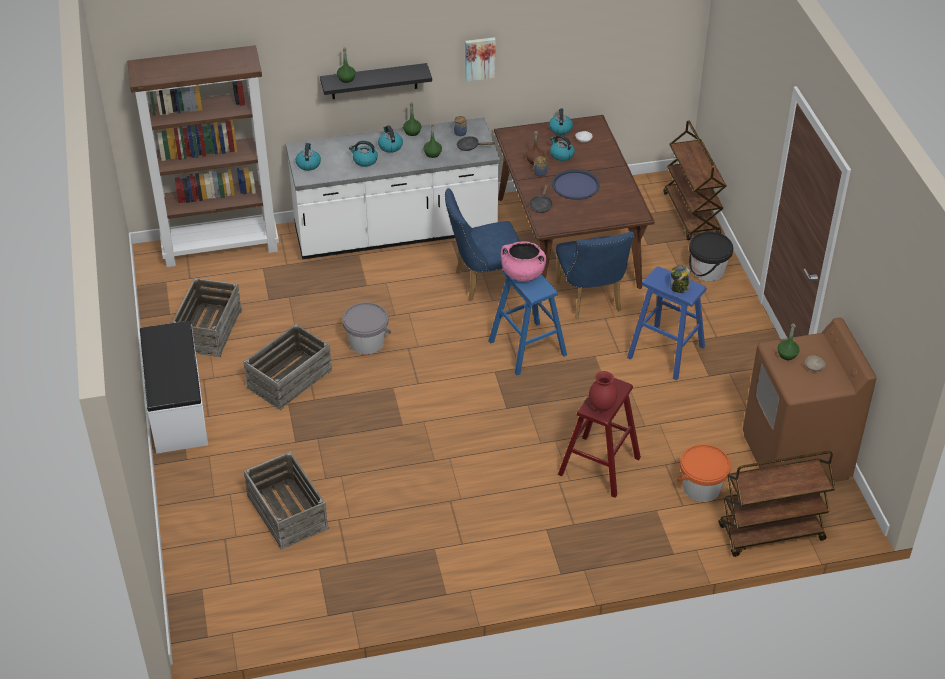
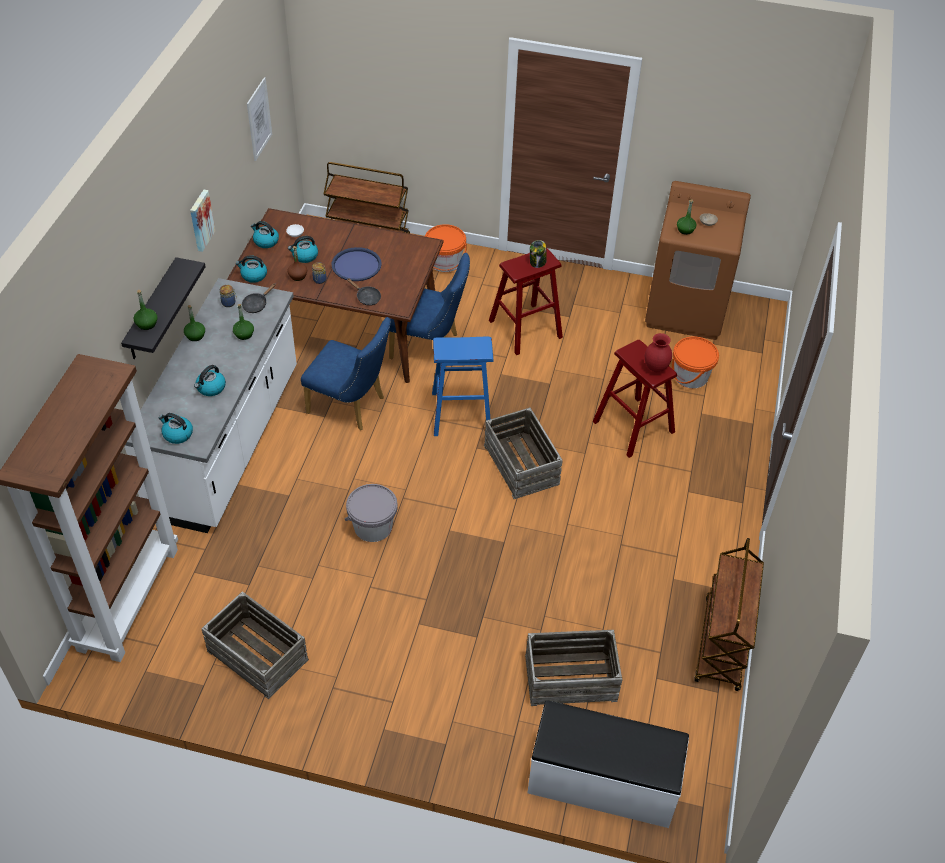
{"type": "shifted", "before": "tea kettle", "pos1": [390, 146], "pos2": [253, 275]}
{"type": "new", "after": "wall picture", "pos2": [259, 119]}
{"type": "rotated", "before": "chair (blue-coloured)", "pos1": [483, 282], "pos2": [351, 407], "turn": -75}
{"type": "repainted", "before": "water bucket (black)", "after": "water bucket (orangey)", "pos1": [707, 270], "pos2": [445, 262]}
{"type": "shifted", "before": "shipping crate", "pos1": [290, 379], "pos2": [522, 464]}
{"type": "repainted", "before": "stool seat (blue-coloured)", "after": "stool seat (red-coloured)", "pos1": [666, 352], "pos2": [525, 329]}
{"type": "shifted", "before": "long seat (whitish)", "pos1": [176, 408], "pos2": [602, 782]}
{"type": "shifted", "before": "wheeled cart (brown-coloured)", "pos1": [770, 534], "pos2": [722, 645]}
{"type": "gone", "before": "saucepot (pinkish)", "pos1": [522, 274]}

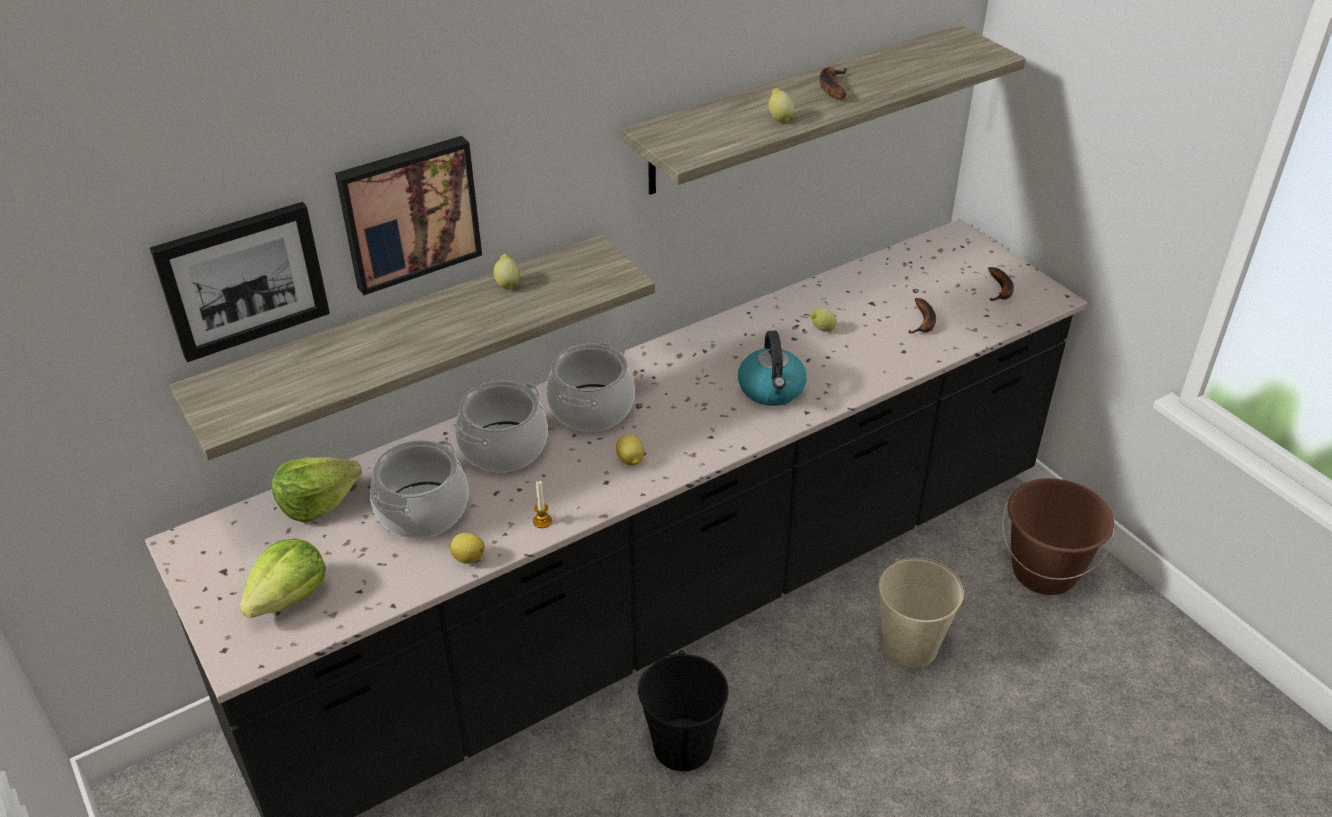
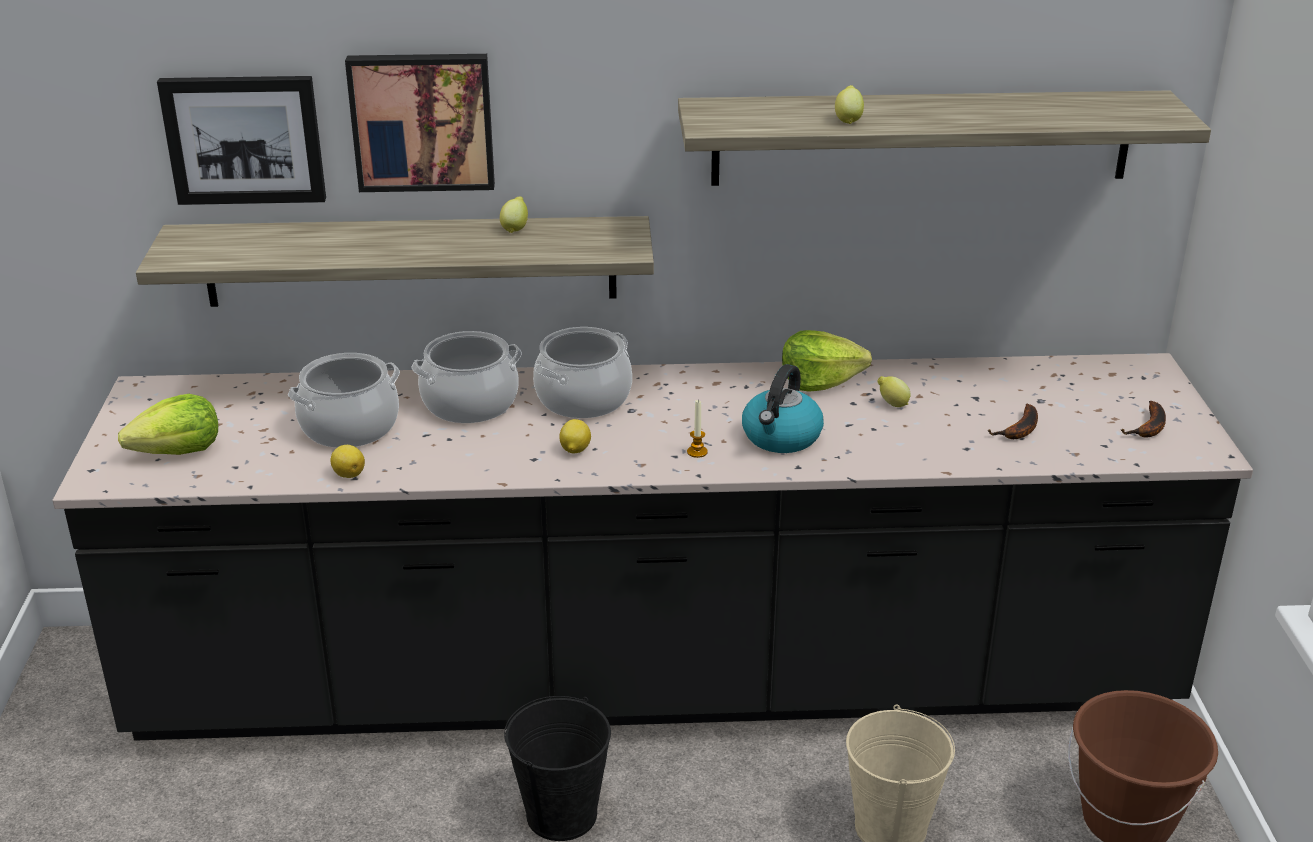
{"type": "shifted", "before": "candle", "pos1": [542, 521], "pos2": [697, 452]}
{"type": "shifted", "before": "head of lettuce", "pos1": [317, 502], "pos2": [819, 381]}
{"type": "gone", "before": "banana fruit", "pos1": [830, 86]}

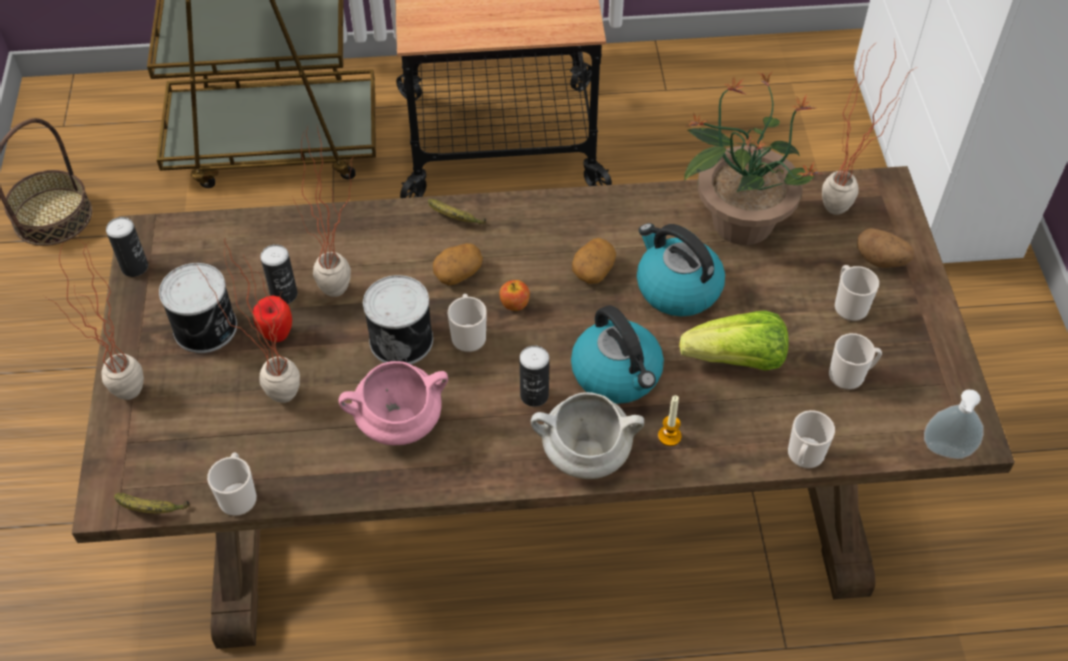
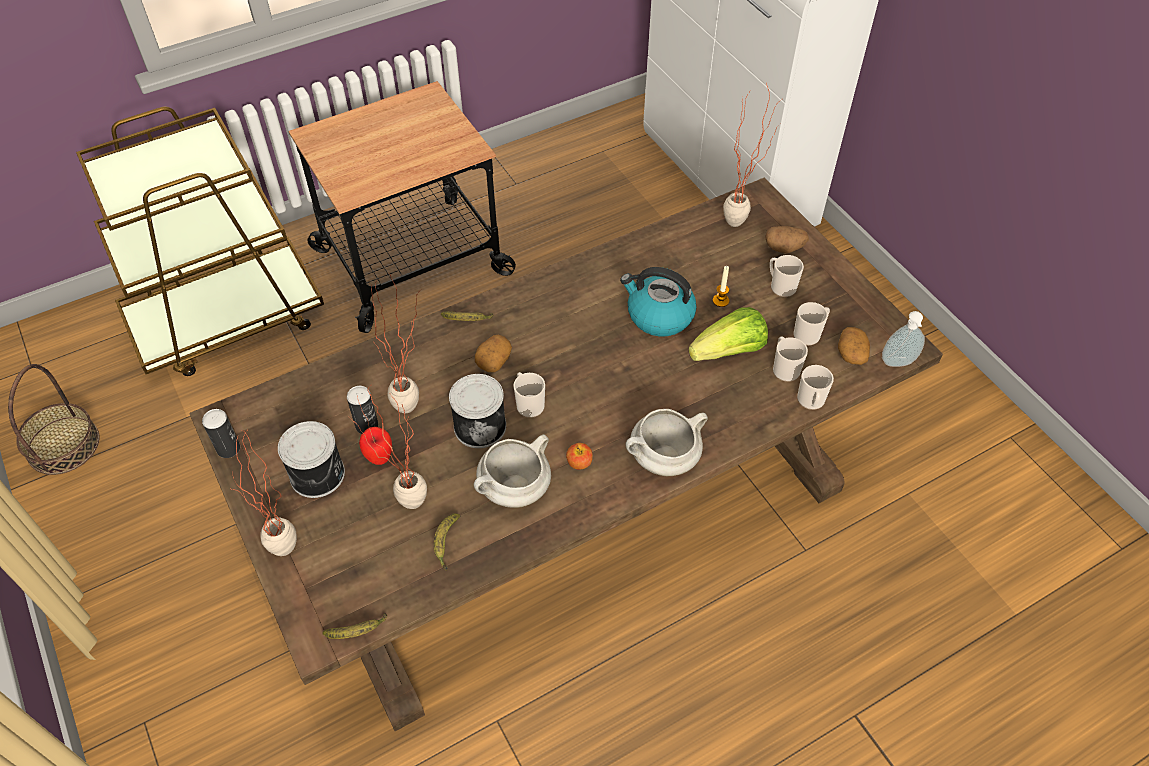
{"type": "new", "after": "banana fruit", "pos2": [446, 543]}
{"type": "repainted", "before": "saucepot (pinkish)", "after": "saucepot (whitish)", "pos1": [398, 424], "pos2": [514, 489]}
{"type": "shifted", "before": "apple fruit", "pos1": [514, 304], "pos2": [579, 463]}
{"type": "shifted", "before": "candle", "pos1": [669, 436], "pos2": [720, 301]}
{"type": "shifted", "before": "mug", "pos1": [238, 495], "pos2": [784, 368]}
{"type": "shifted", "before": "potato", "pos1": [593, 269], "pos2": [851, 353]}
{"type": "gone", "before": "sealed can", "pos1": [534, 395]}
{"type": "gone", "before": "tea kettle", "pos1": [617, 374]}
{"type": "gone", "before": "potted plant", "pos1": [741, 221]}

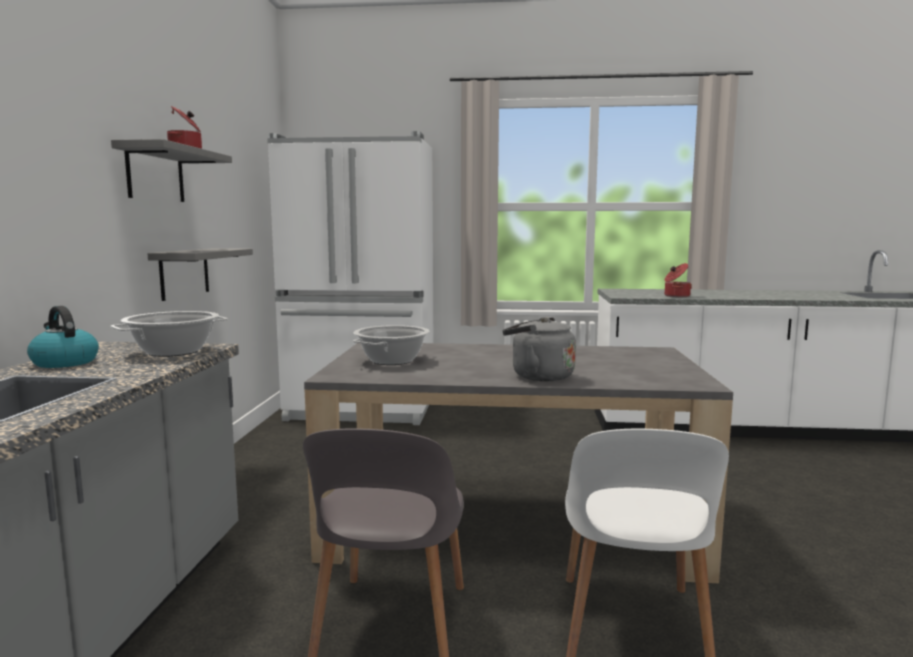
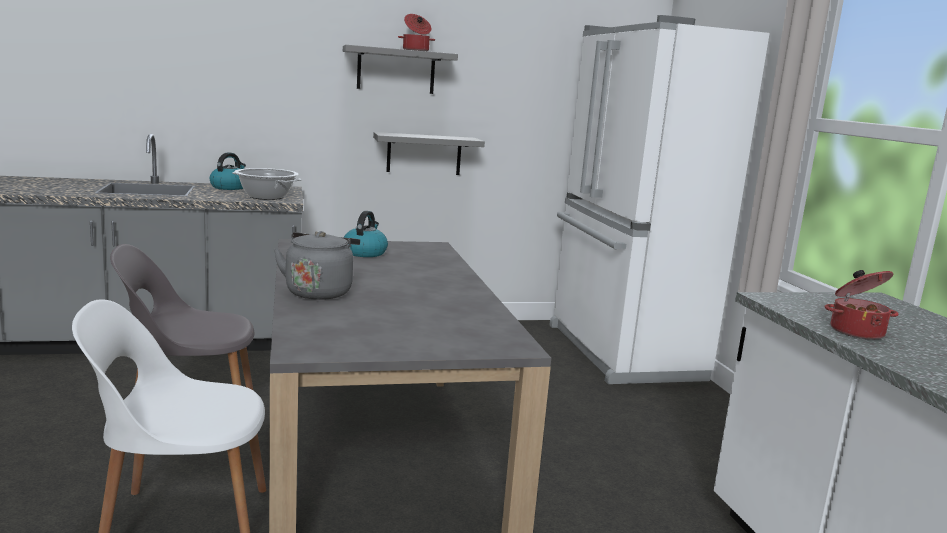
{"type": "swapped", "before": "saucepot", "after": "tea kettle", "pos1": [392, 361], "pos2": [365, 252]}

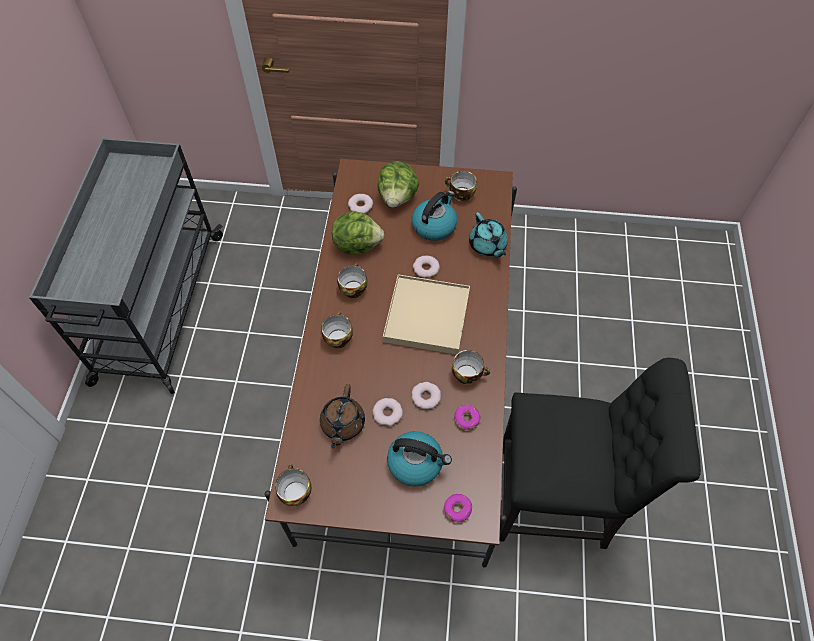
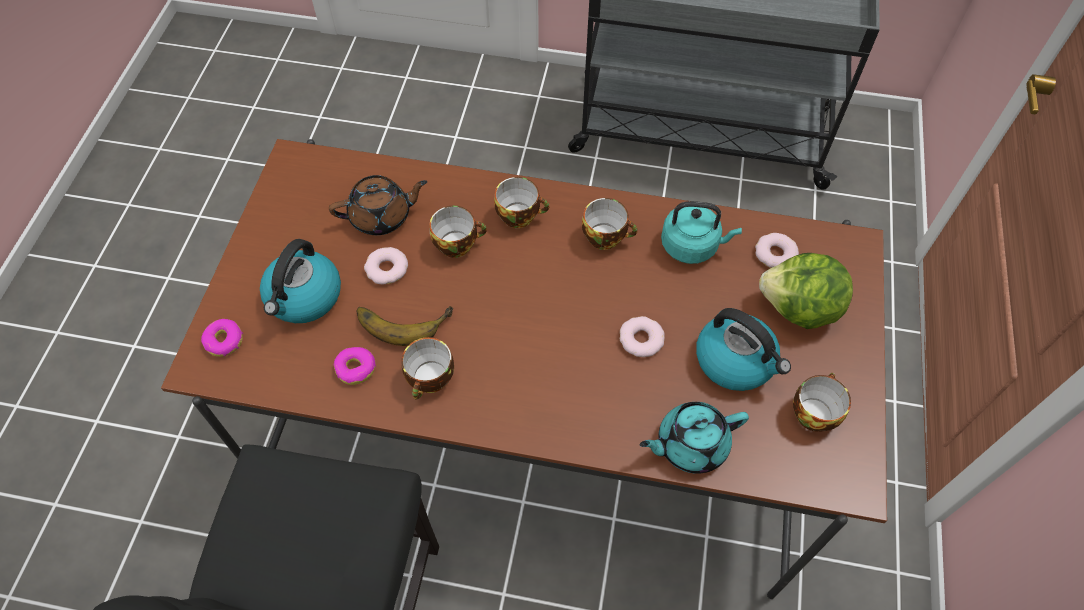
{"type": "rotated", "before": "teapot (brown-coloured)", "pos1": [342, 424], "pos2": [382, 216], "turn": 150}
{"type": "swapped", "before": "ring doughnut", "after": "banana fruit", "pos1": [425, 397], "pos2": [403, 318]}
{"type": "shifted", "before": "drinking cup", "pos1": [294, 491], "pos2": [457, 243]}
{"type": "swapped", "before": "head of lettuce", "after": "tea kettle (turquoise)", "pos1": [357, 244], "pos2": [692, 246]}
{"type": "gone", "before": "serving tray (beige-coloured)", "pos1": [426, 316]}

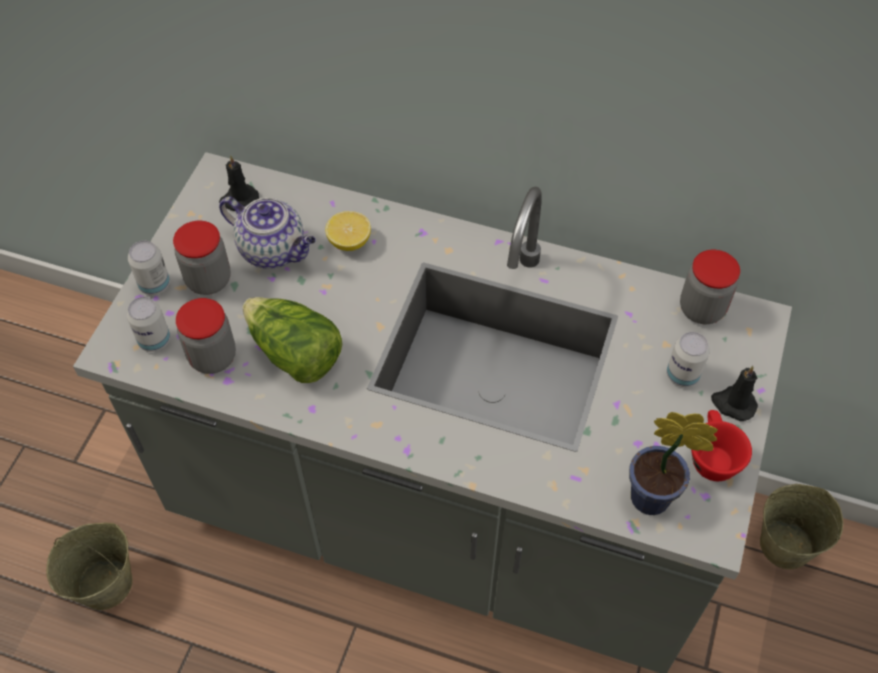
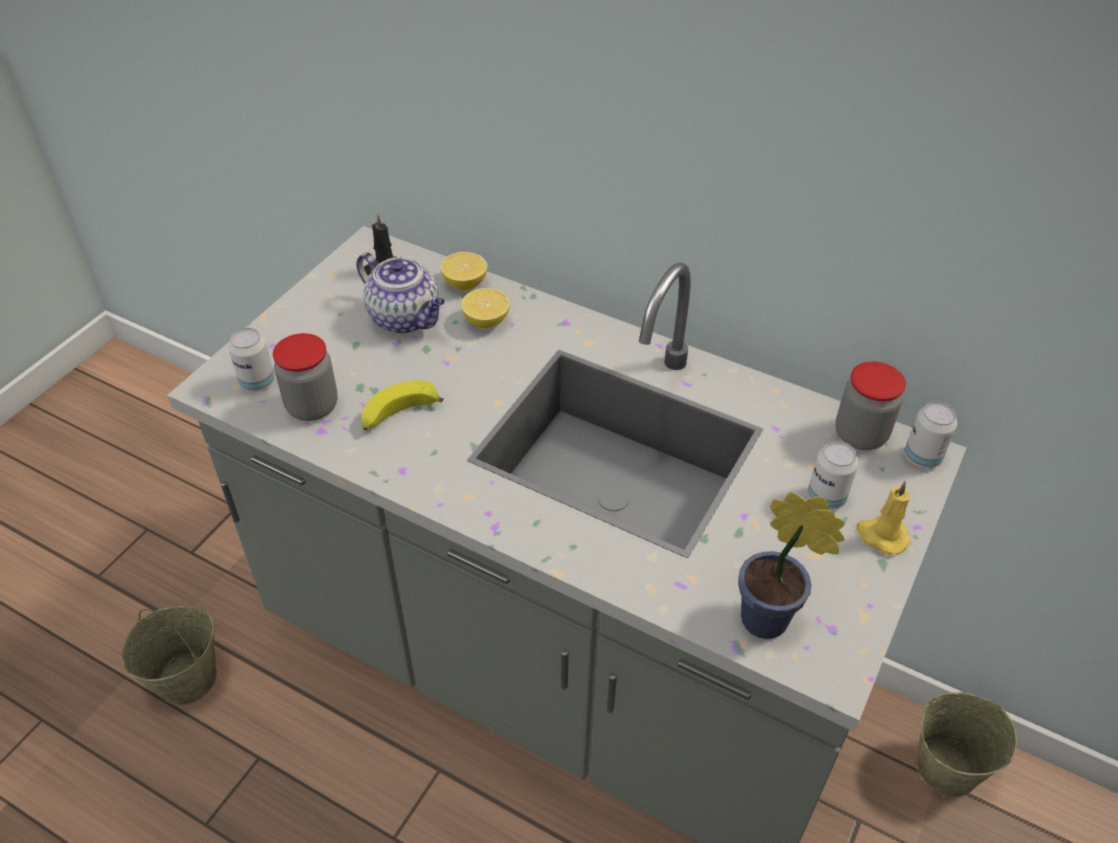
{"type": "swapped", "before": "head of lettuce", "after": "banana fruit", "pos1": [294, 353], "pos2": [399, 415]}
{"type": "new", "after": "citrus fruit", "pos2": [465, 283]}
{"type": "repainted", "before": "candle (black)", "after": "candle (yellowish)", "pos1": [733, 404], "pos2": [881, 536]}
{"type": "shifted", "before": "sealed can", "pos1": [154, 284], "pos2": [922, 457]}
{"type": "gone", "before": "storage jar", "pos1": [208, 280]}
{"type": "gone", "before": "drinking cup (red-coloured)", "pos1": [711, 456]}

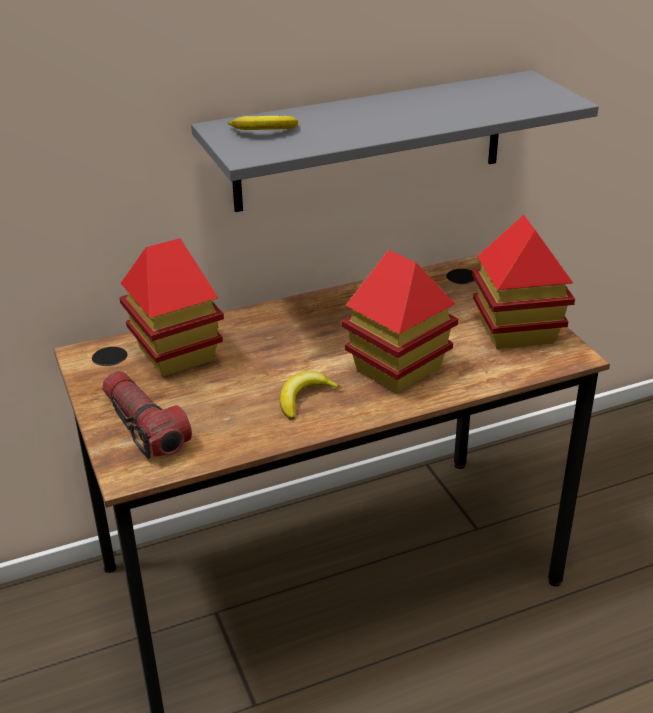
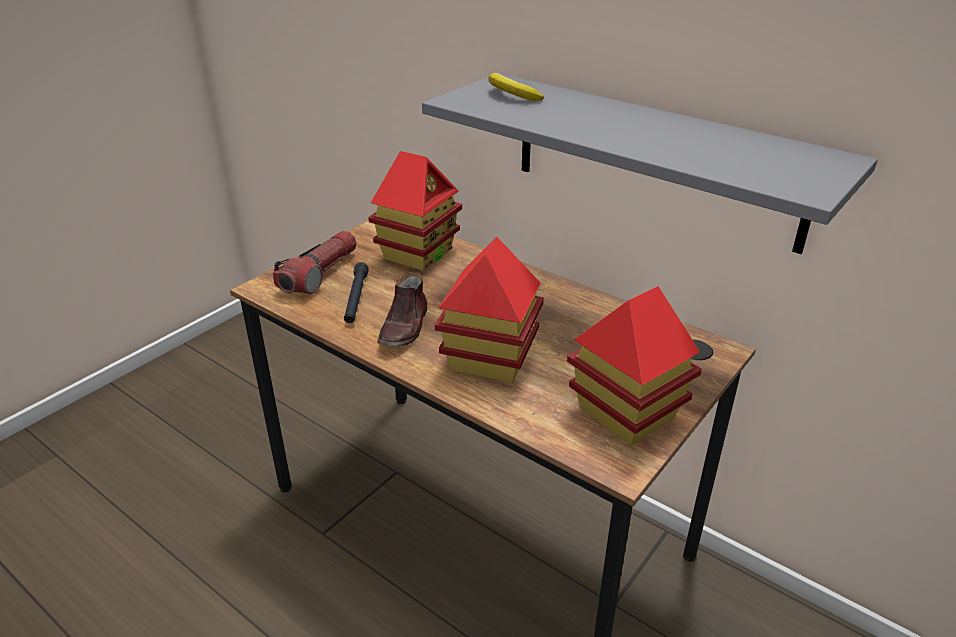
{"type": "new", "after": "hand torch (black)", "pos2": [356, 298]}
{"type": "swapped", "before": "banana fruit", "after": "item of footwear (brown-coloured)", "pos1": [304, 399], "pos2": [405, 327]}

